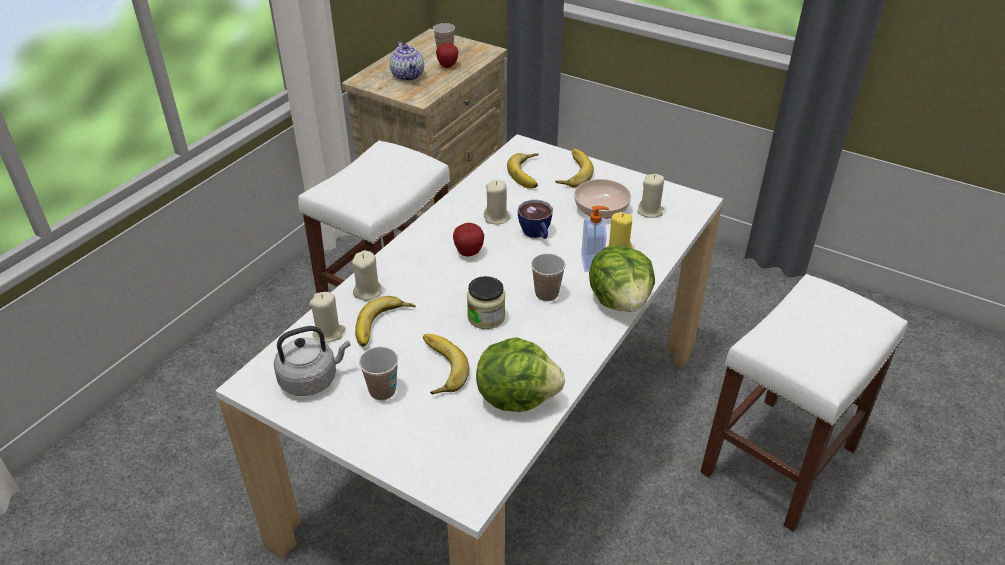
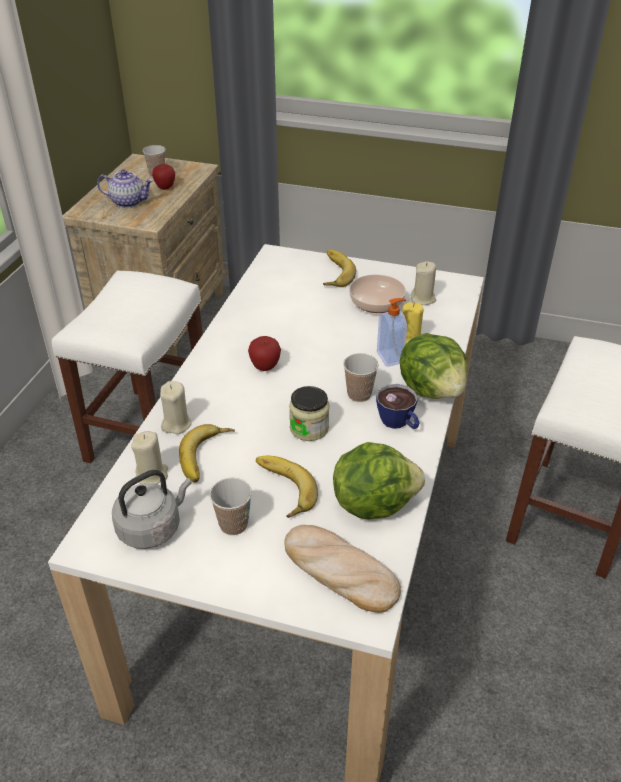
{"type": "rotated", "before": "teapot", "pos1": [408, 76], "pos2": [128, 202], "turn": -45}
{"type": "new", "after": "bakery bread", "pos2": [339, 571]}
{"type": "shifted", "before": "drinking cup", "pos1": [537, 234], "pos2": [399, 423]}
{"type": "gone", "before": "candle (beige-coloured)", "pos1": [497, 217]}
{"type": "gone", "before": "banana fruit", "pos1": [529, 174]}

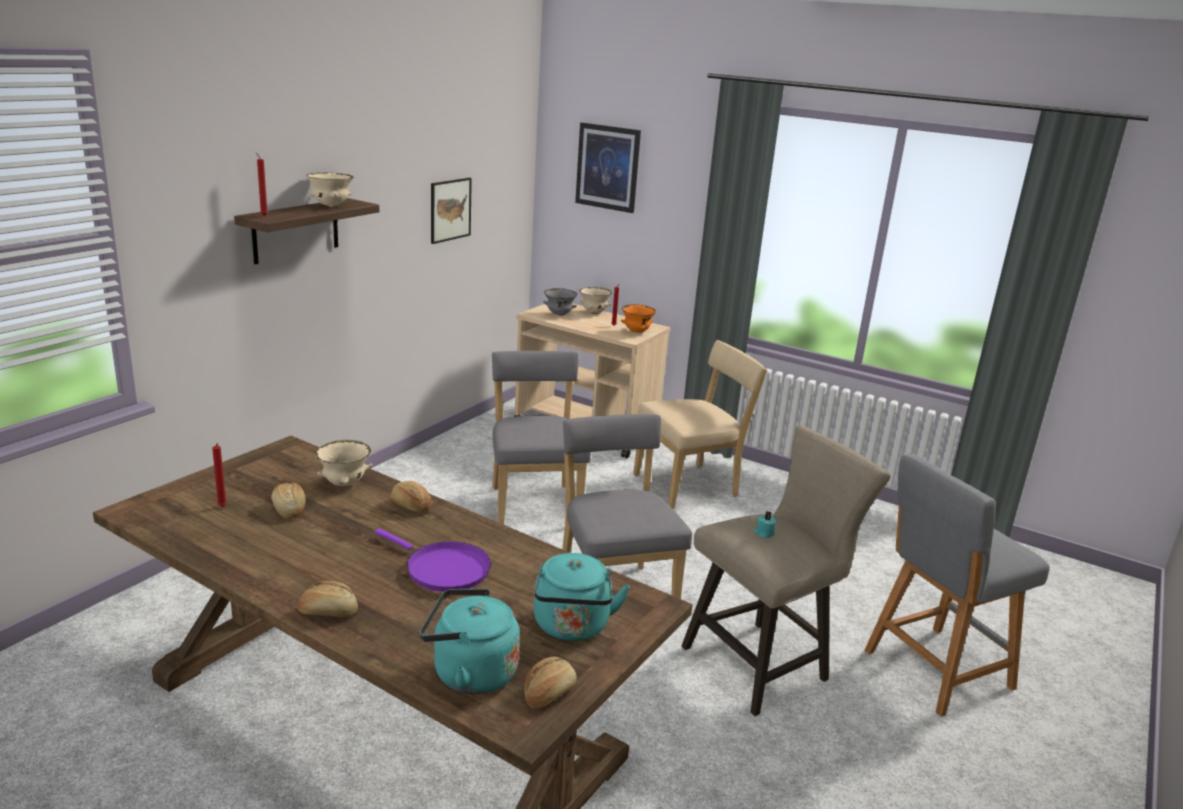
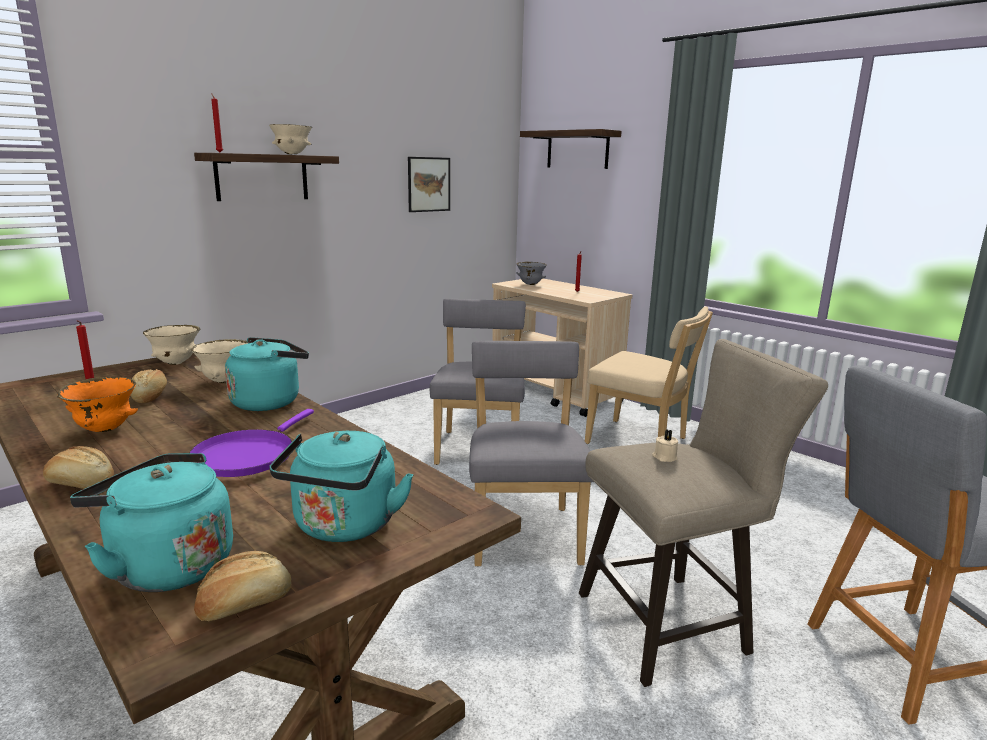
{"type": "shifted", "before": "bowl (orangey)", "pos1": [636, 332], "pos2": [104, 430]}
{"type": "shifted", "before": "bowl (beige-coloured)", "pos1": [594, 313], "pos2": [176, 363]}
{"type": "rotated", "before": "skillet (purple-coloured)", "pos1": [443, 569], "pos2": [247, 456], "turn": 60}
{"type": "swapped", "before": "bakery bread", "after": "tea kettle (turquoise)", "pos1": [410, 506], "pos2": [269, 401]}
{"type": "swapped", "before": "wall picture", "after": "bracket shelf", "pos1": [608, 167], "pos2": [577, 150]}
{"type": "rotated", "before": "chair (beige-coloured)", "pos1": [690, 485], "pos2": [641, 442], "turn": 45}
{"type": "repainted", "before": "candle (turquoise)", "after": "candle (beige-coloured)", "pos1": [764, 533], "pos2": [664, 457]}

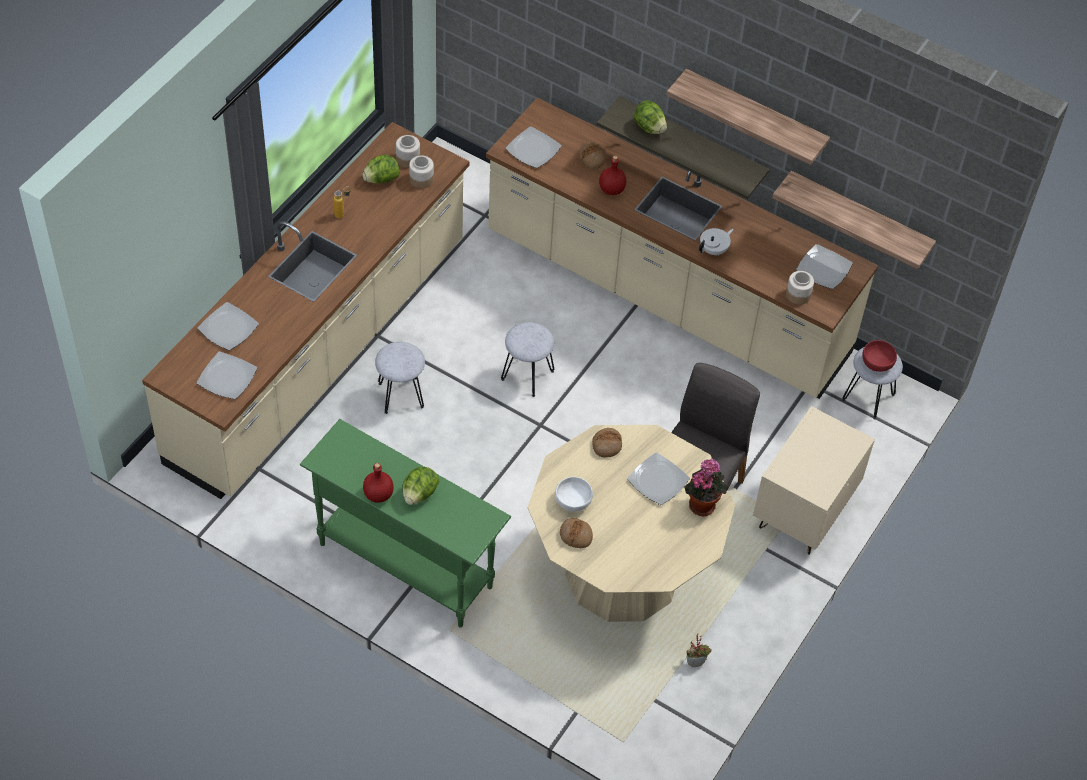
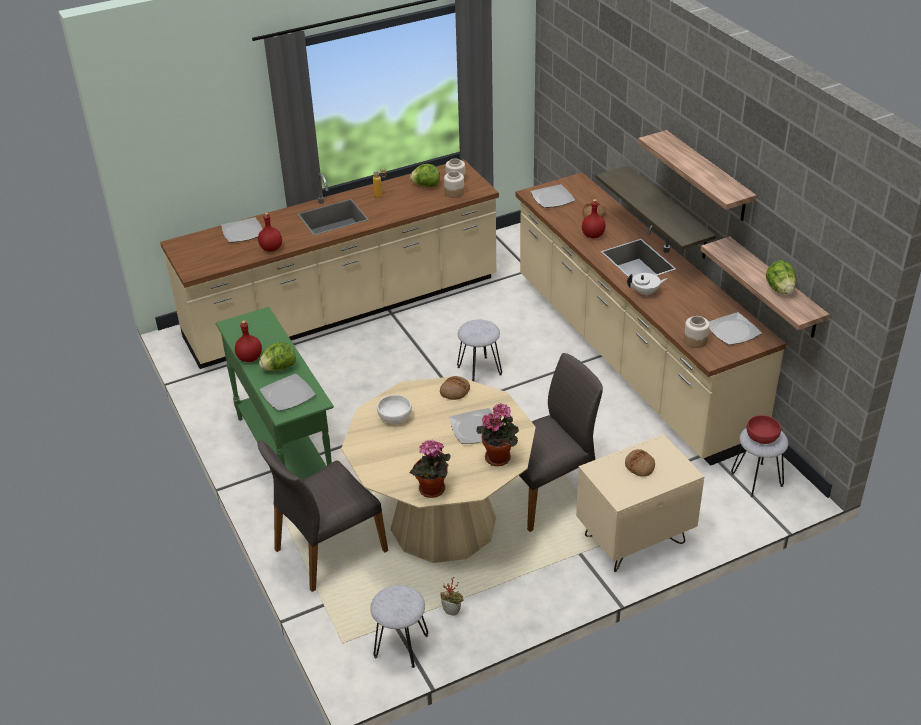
{"type": "new", "after": "bottle (red-coloured)", "pos2": [271, 249]}
{"type": "new", "after": "chair (greyish)", "pos2": [328, 550]}
{"type": "shifted", "before": "flat dish", "pos1": [227, 378], "pos2": [287, 395]}
{"type": "shifted", "before": "stool seat (greyish)", "pos1": [400, 395], "pos2": [400, 646]}
{"type": "new", "after": "potted plant", "pos2": [432, 491]}
{"type": "shifted", "before": "bakery bread", "pos1": [576, 535], "pos2": [639, 466]}
{"type": "shifted", "before": "head of lettuce", "pos1": [649, 127], "pos2": [780, 289]}

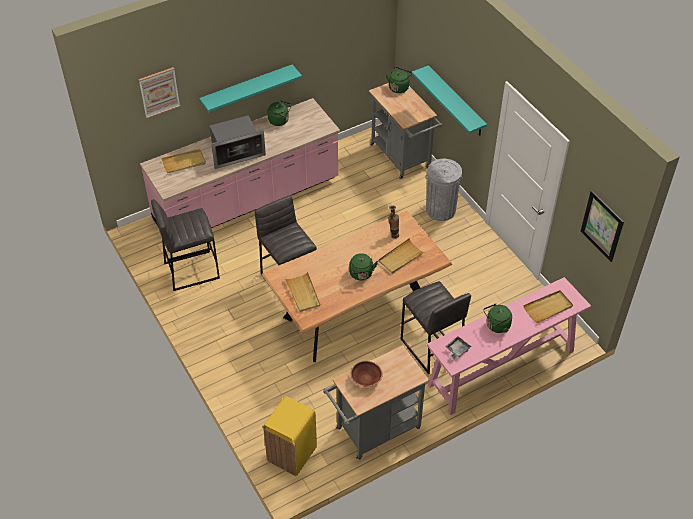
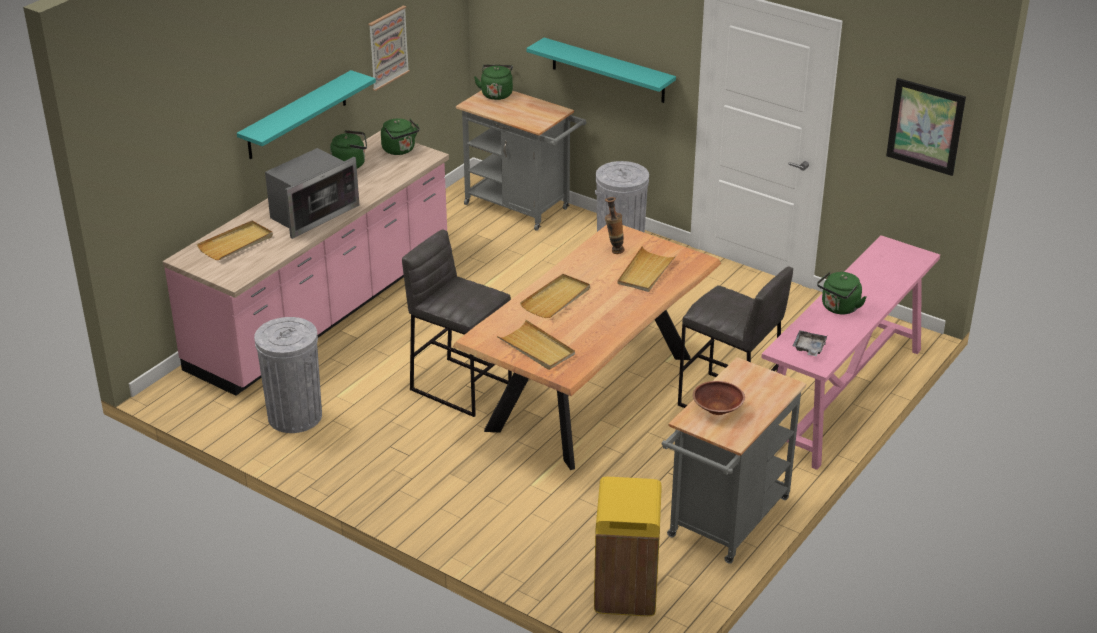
{"type": "swapped", "before": "stool seat (greyish)", "after": "trash can (greyish)", "pos1": [191, 270], "pos2": [294, 416]}
{"type": "shifted", "before": "wall picture", "pos1": [159, 92], "pos2": [388, 47]}
{"type": "shifted", "before": "tea kettle (green)", "pos1": [361, 274], "pos2": [400, 150]}
{"type": "shifted", "before": "serving tray (beige-coloured)", "pos1": [548, 308], "pos2": [556, 298]}

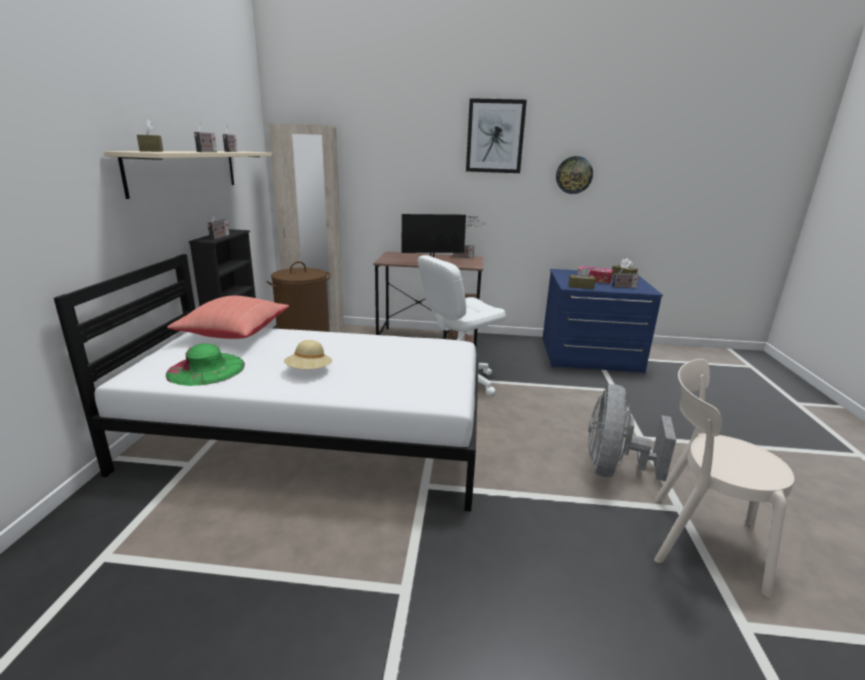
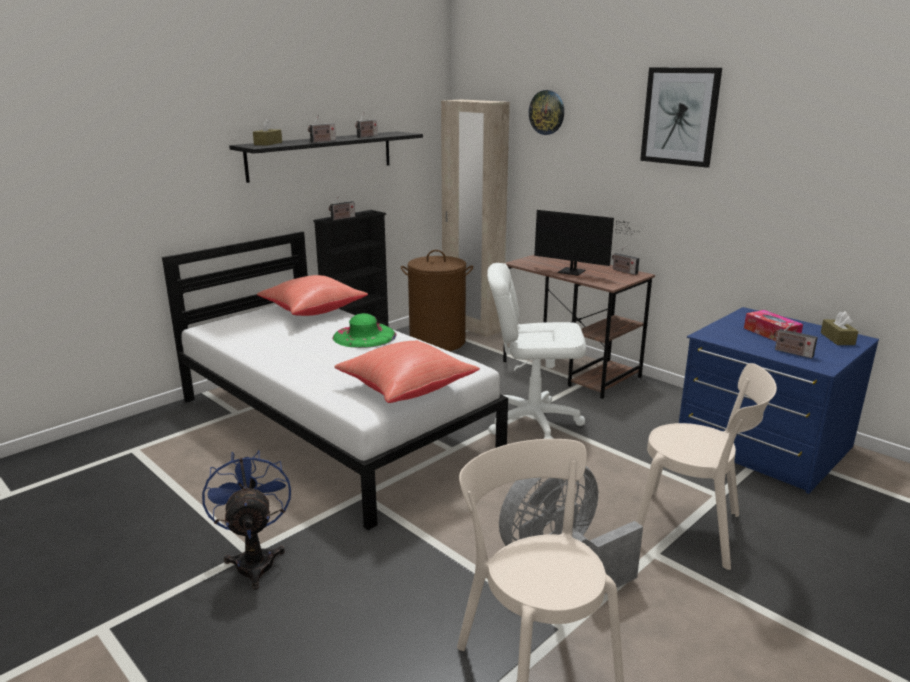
{"type": "new", "after": "fan (blue-coloured)", "pos2": [255, 559]}
{"type": "repainted", "before": "bracket shelf (beige-coloured)", "after": "bracket shelf (black)", "pos1": [186, 171], "pos2": [322, 155]}
{"type": "shifted", "before": "hat (green)", "pos1": [206, 369], "pos2": [364, 336]}
{"type": "new", "after": "throw pillow (red-coloured)", "pos2": [405, 388]}
{"type": "shifted", "before": "hanging clock", "pos1": [574, 175], "pos2": [547, 112]}
{"type": "new", "after": "chair (beige-coloured)", "pos2": [693, 530]}
{"type": "gone", "before": "hat (beige-coloured)", "pos1": [309, 371]}
{"type": "gone", "before": "tissue box (brown-coloured)", "pos1": [581, 286]}

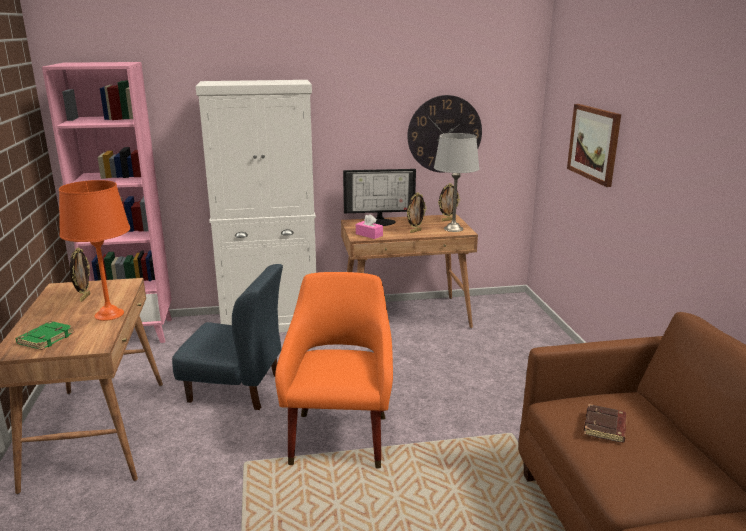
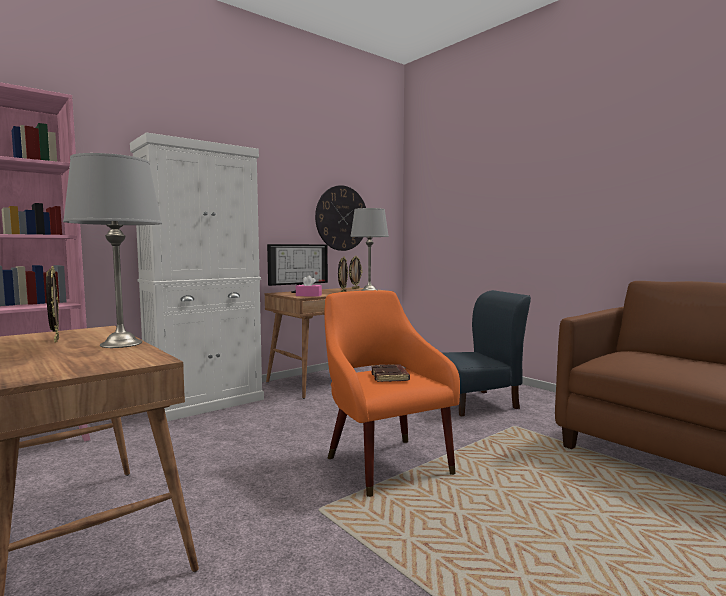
{"type": "repainted", "before": "table lamp (orangey)", "after": "table lamp (greyish)", "pos1": [108, 314], "pos2": [120, 344]}
{"type": "shifted", "before": "book (brown-coloured)", "pos1": [605, 427], "pos2": [390, 377]}
{"type": "shifted", "before": "chair (blue-coloured)", "pos1": [235, 388], "pos2": [474, 403]}
{"type": "gone", "before": "book (green)", "pos1": [46, 338]}
{"type": "gone", "before": "wall picture", "pos1": [594, 143]}

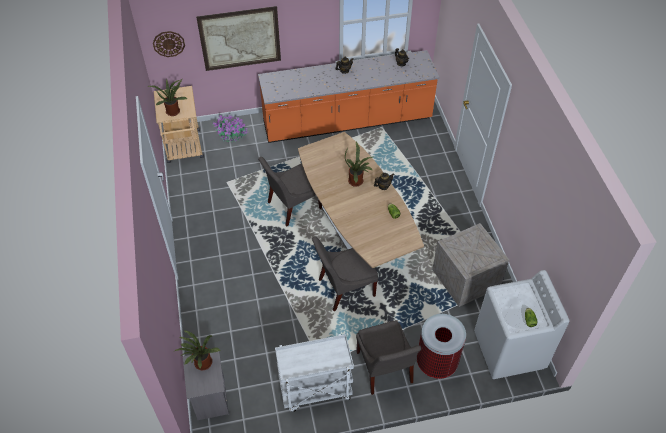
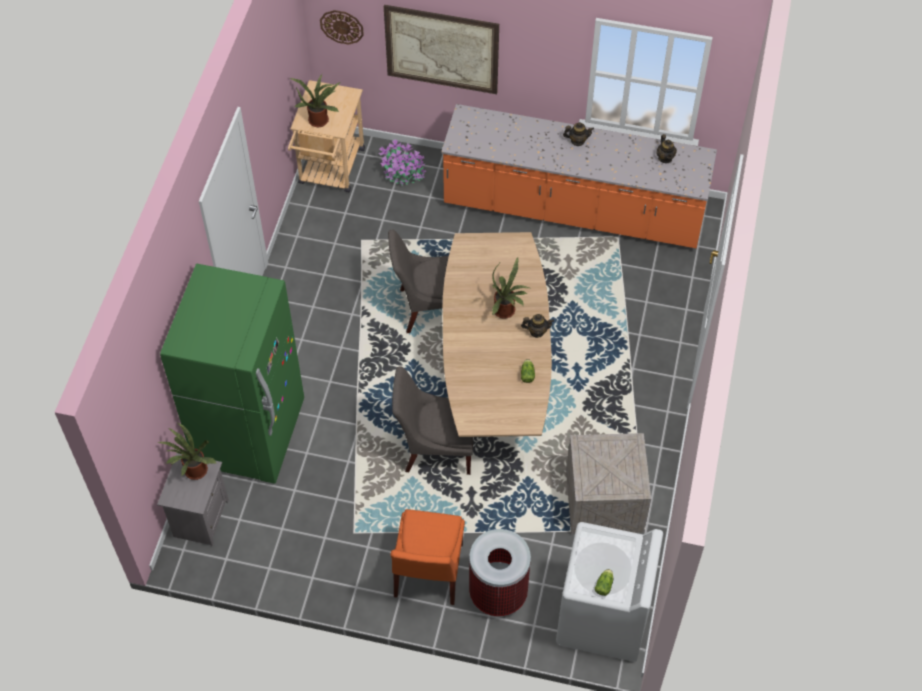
{"type": "new", "after": "refrigerator (green)", "pos2": [250, 434]}
{"type": "repainted", "before": "chair (greyish)", "after": "chair (orangey)", "pos1": [384, 370], "pos2": [427, 573]}
{"type": "gone", "before": "wheeled cart (whitish)", "pos1": [315, 391]}

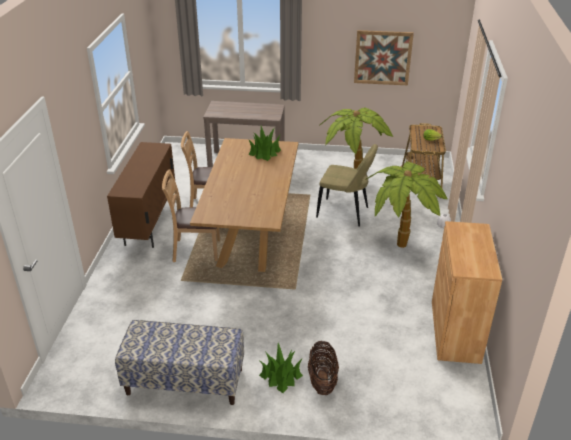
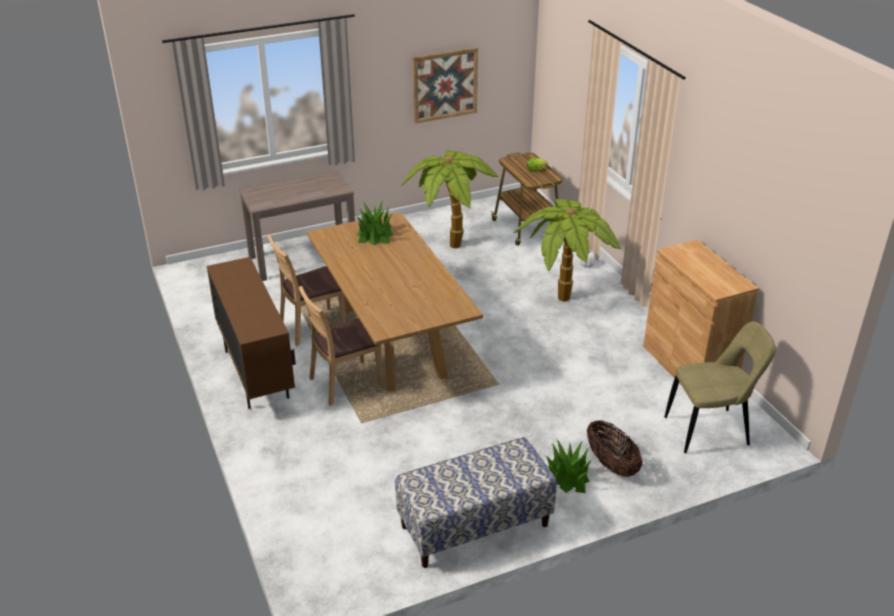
{"type": "shifted", "before": "chair (beige-coloured)", "pos1": [345, 213], "pos2": [710, 430]}

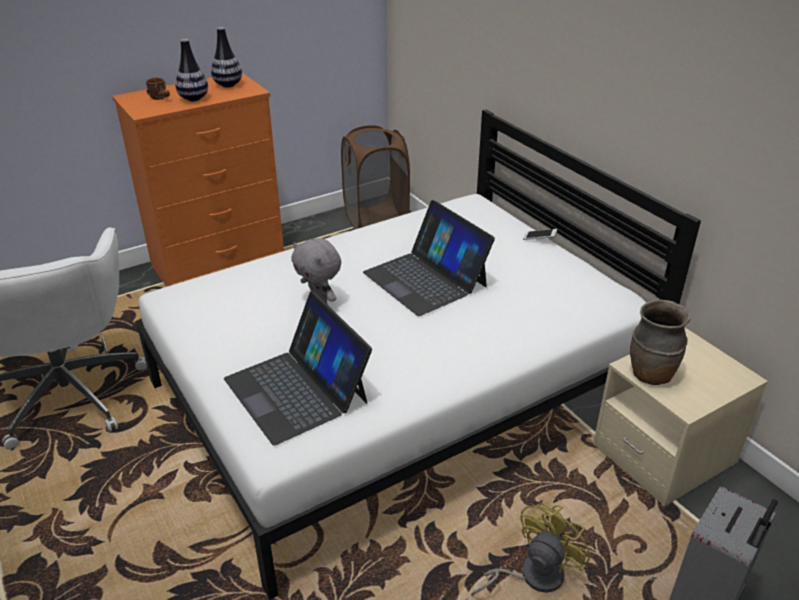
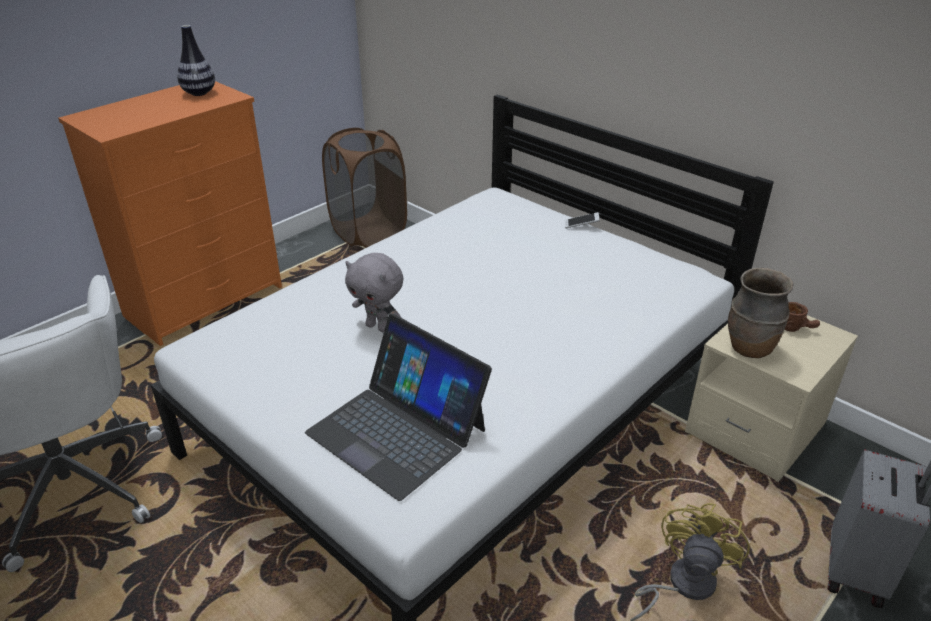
{"type": "shifted", "before": "mug (brown-coloured)", "pos1": [162, 98], "pos2": [797, 328]}
{"type": "gone", "before": "flower vase", "pos1": [194, 99]}
{"type": "gone", "before": "notebook computer", "pos1": [426, 279]}

